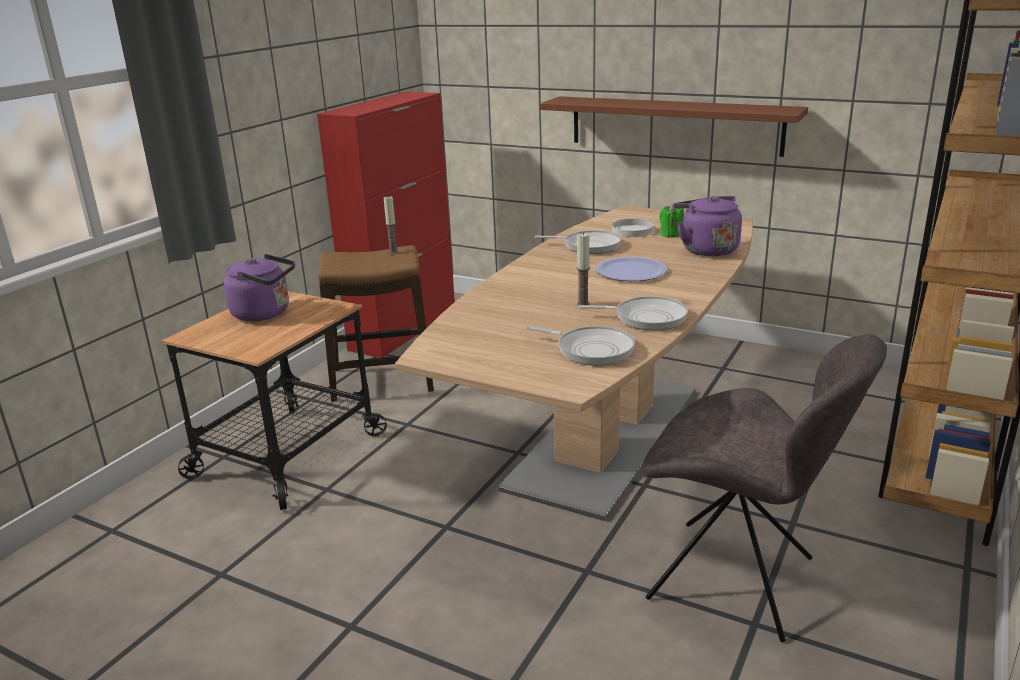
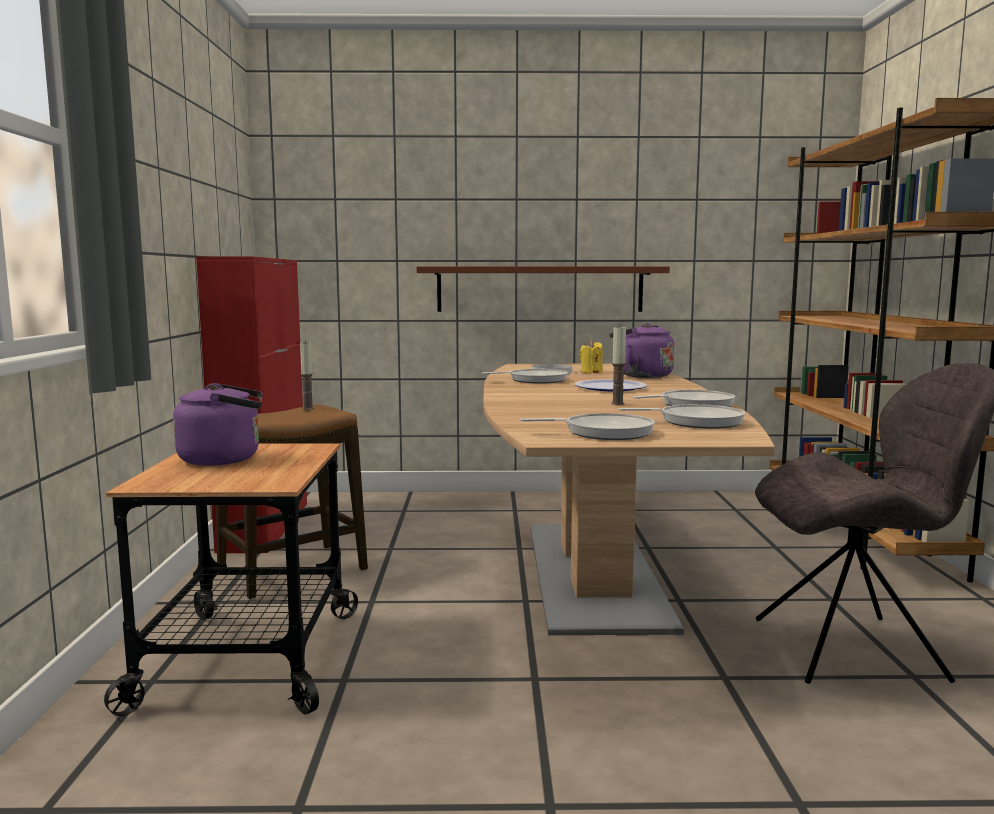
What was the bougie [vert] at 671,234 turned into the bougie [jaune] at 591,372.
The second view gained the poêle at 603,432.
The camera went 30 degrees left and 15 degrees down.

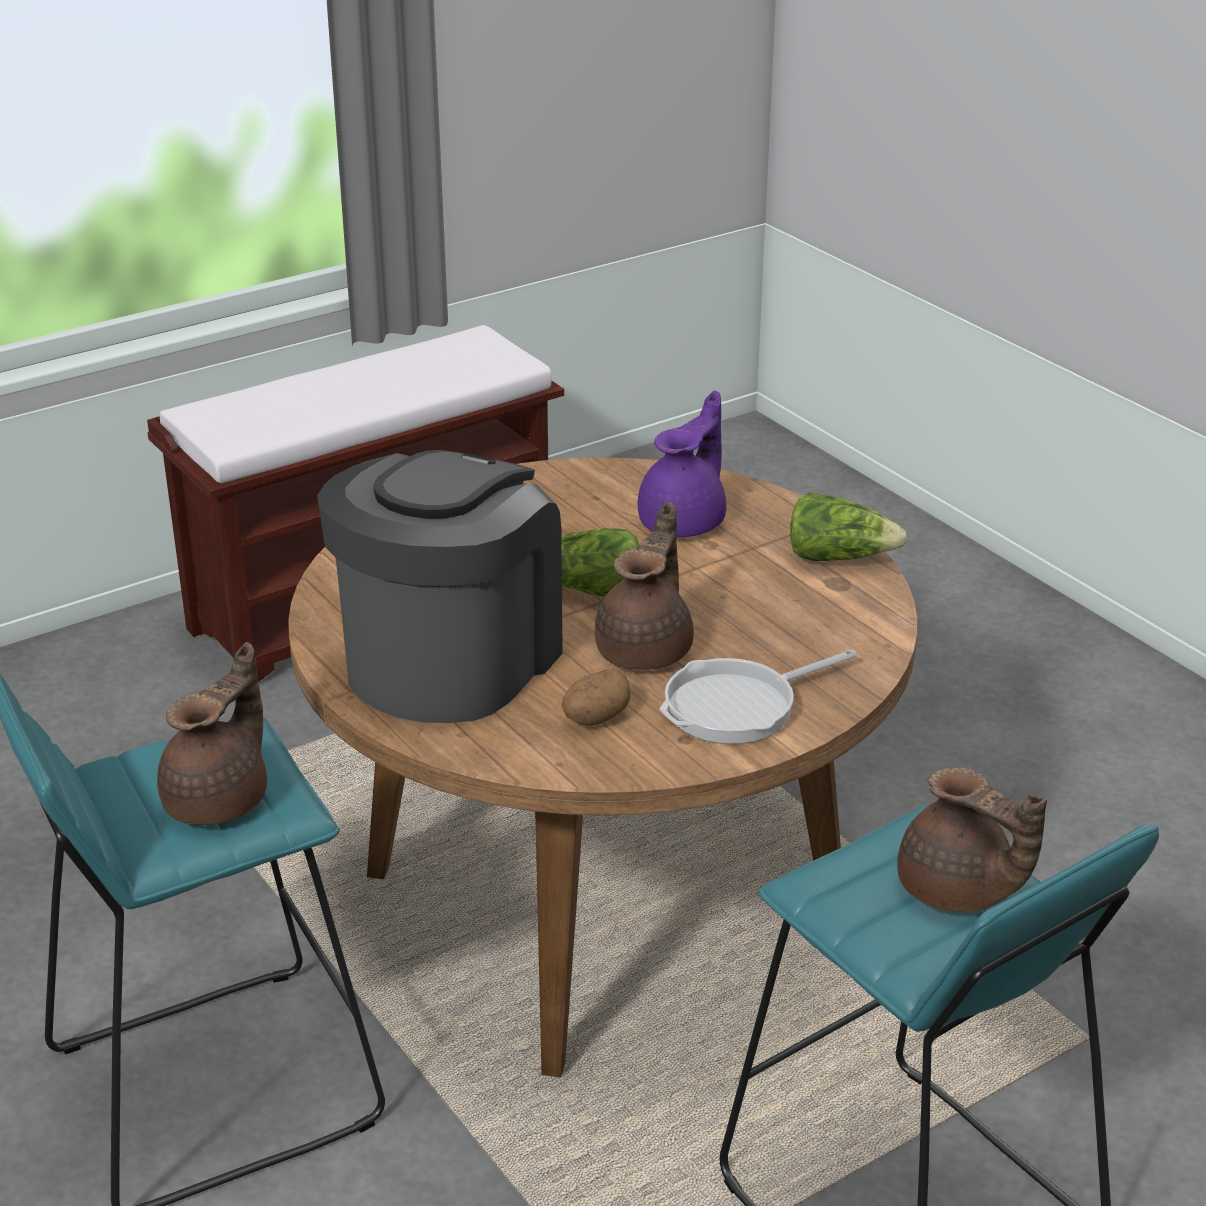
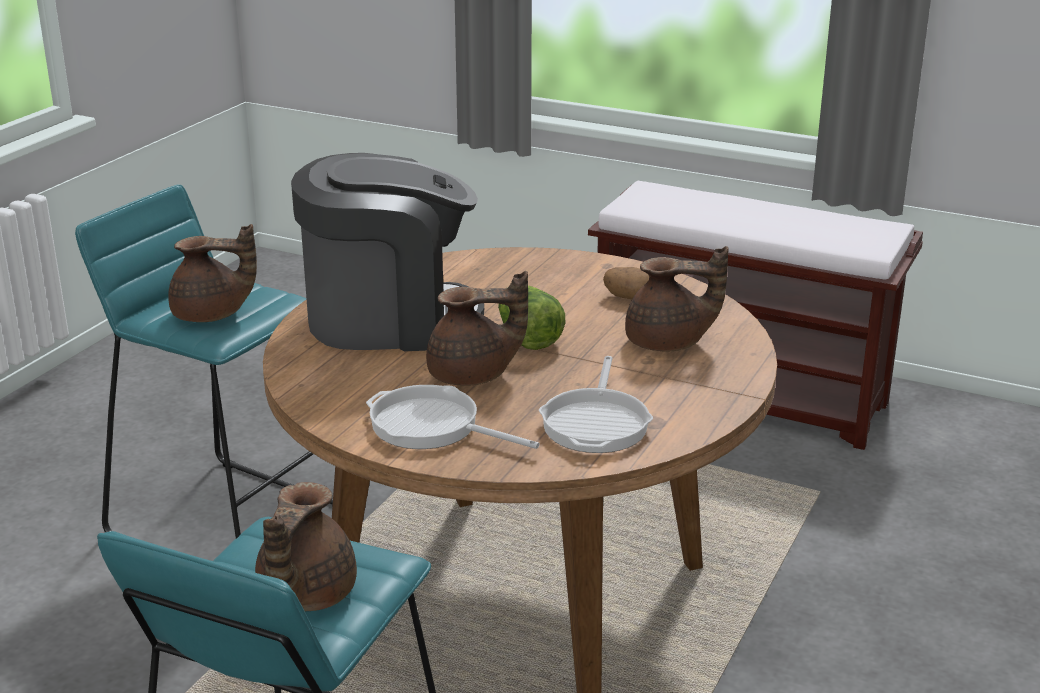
What was the théière [violet] at 685,522 turned into the théière [marron] at 668,343.
The second view lost the laitue at 839,557.
The pomme de terre ended up elsewhere, having gone from 595,718 to 629,297.
The second view gained the poêle at 596,423.
The camera went 60 degrees right and 5 degrees down.

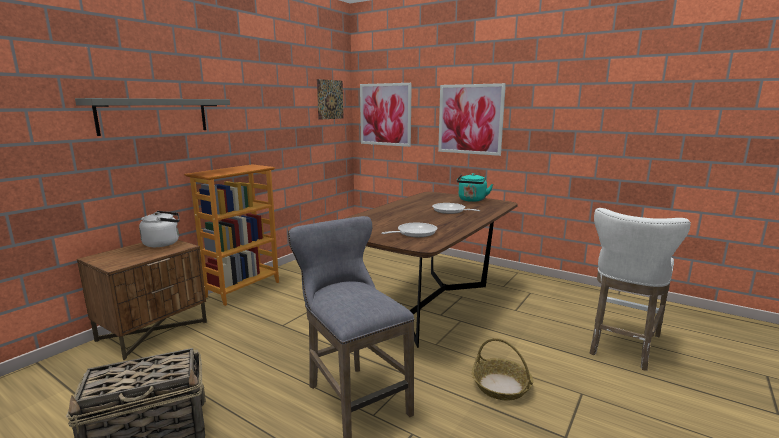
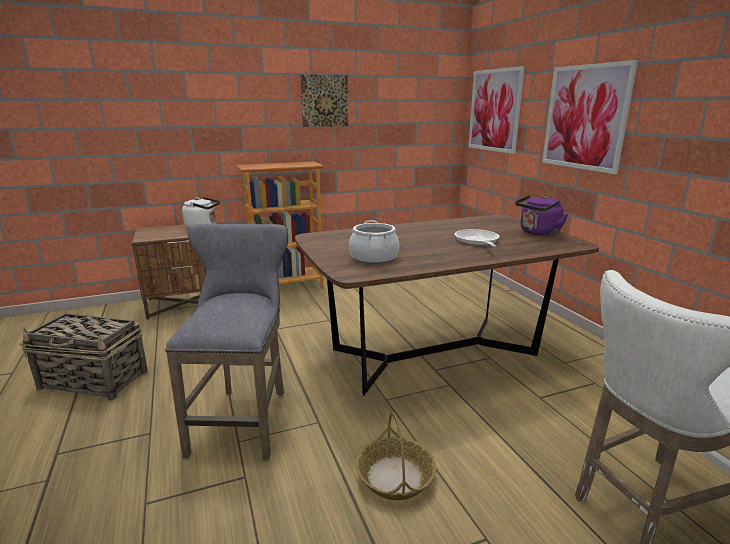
The tableau ended up elsewhere, having gone from 330,99 to 324,101.
The second view lost the étagère [gris] at 154,115.
What was the bouilloire [turquoise] at 472,200 turned into the bouilloire [violet] at 538,233.
Where the poêle stood at 414,233, the marmite came to stand at 373,258.
The camera went 35 degrees right and 5 degrees up.

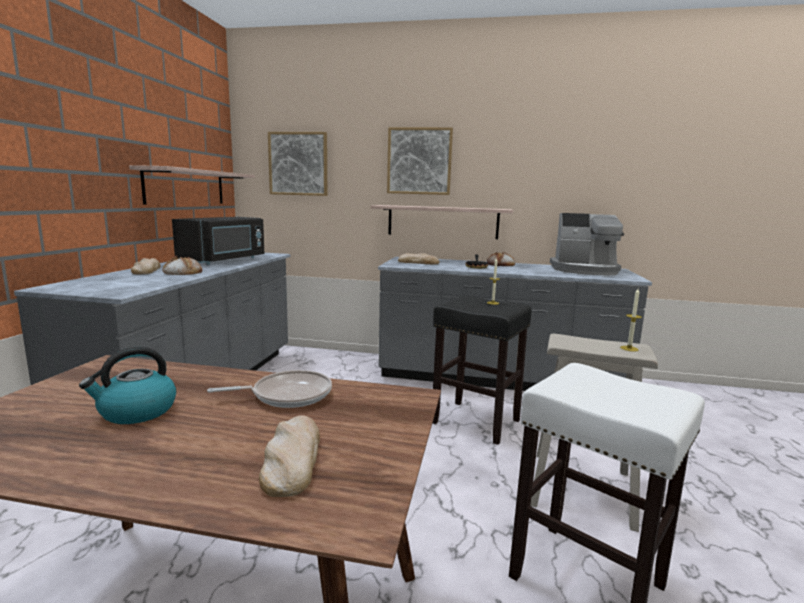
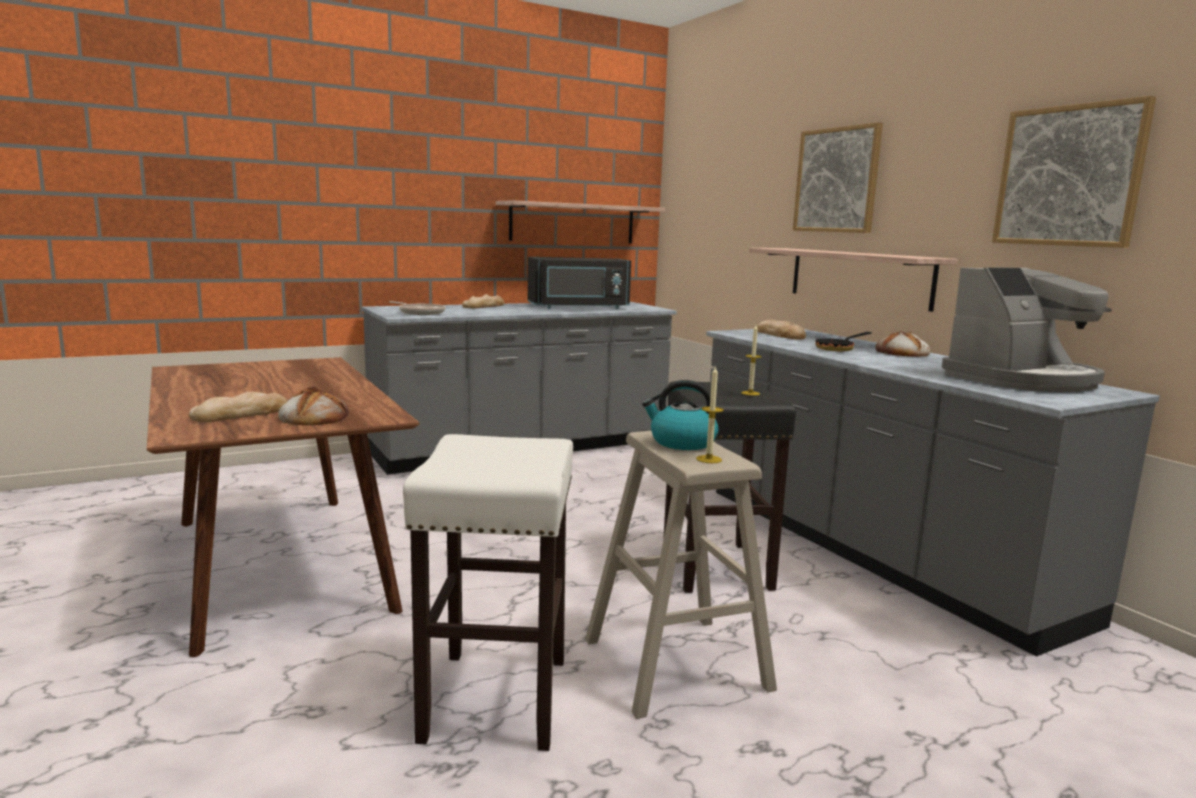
The tableau ended up elsewhere, having gone from 298,164 to 1069,176.
The machine à café at 585,270 ended up facing another way, 90 degrees counterclockwise from before.
The pain ended up elsewhere, having gone from 182,272 to 313,417.
The bouilloire ended up elsewhere, having gone from 136,412 to 681,442.
The poêle ended up elsewhere, having gone from 287,395 to 420,312.
The camera went 50 degrees right and 0 degrees up.

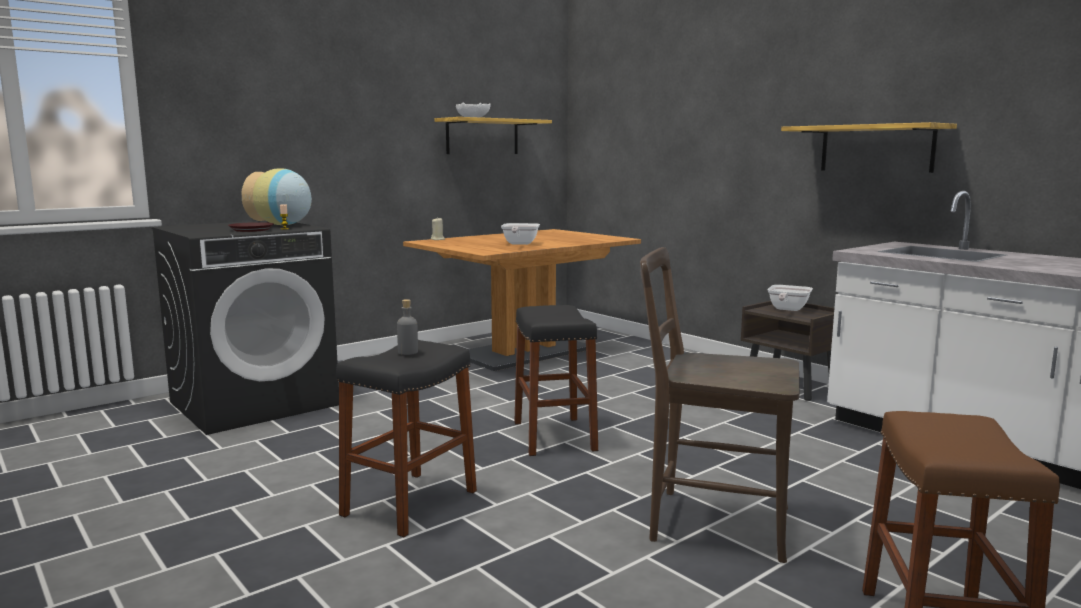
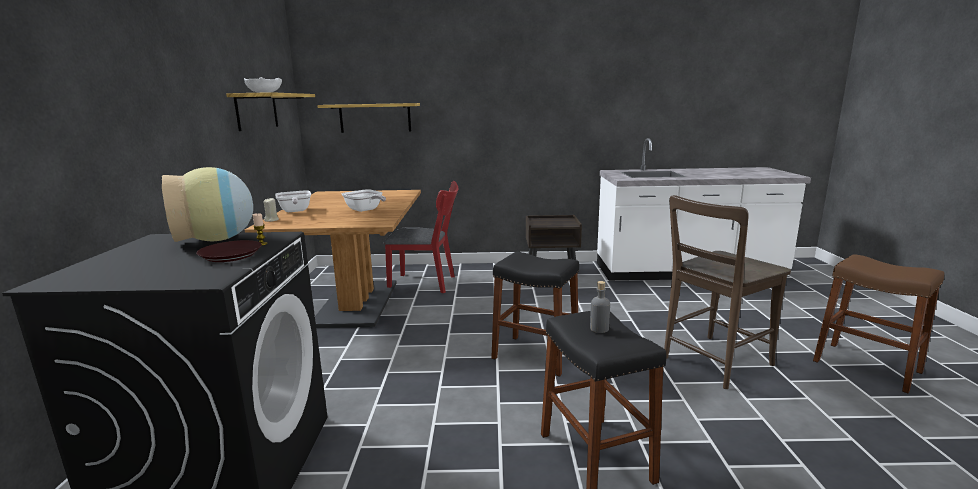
The étagère ended up elsewhere, having gone from 876,148 to 375,118.
The poêle ended up elsewhere, having gone from 787,309 to 295,211.
The second view gained the chaise [rouge] at 427,283.
The camera went 50 degrees left and 5 degrees up.

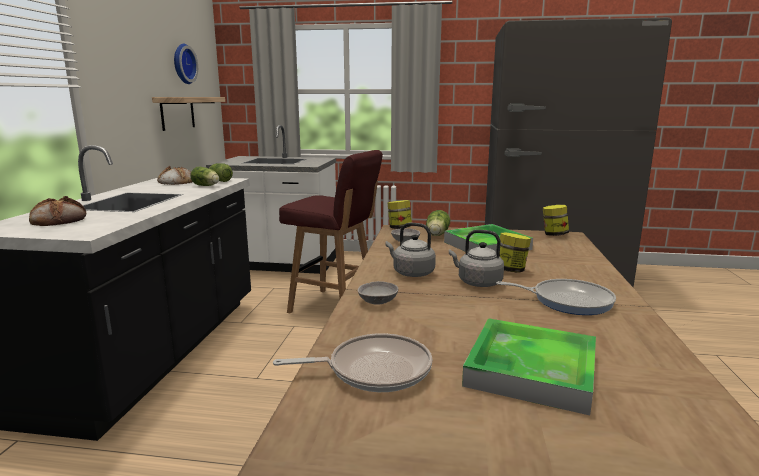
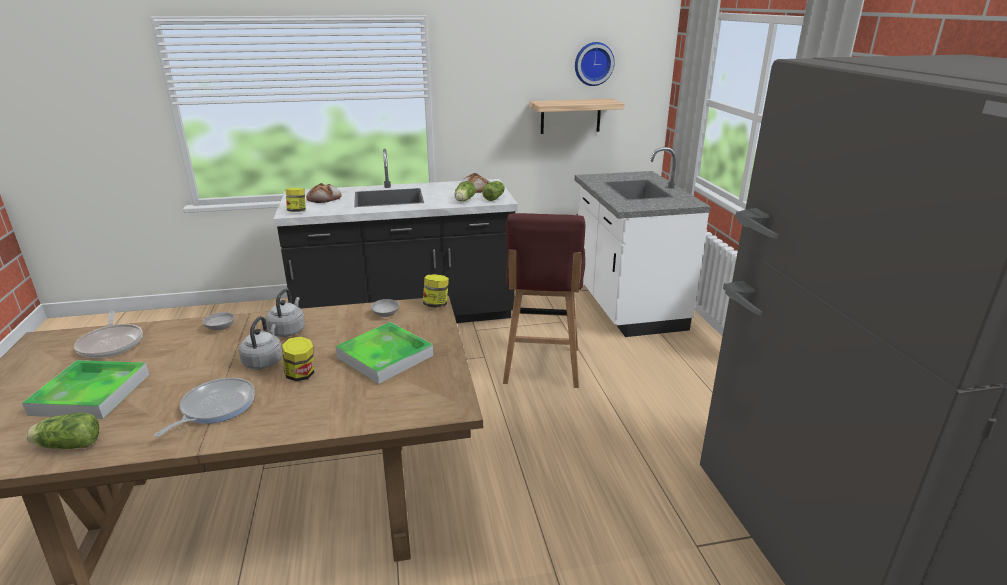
The bocal ended up elsewhere, having gone from 554,234 to 297,211.
The laitue ended up elsewhere, having gone from 436,235 to 67,445.
The poêle at 567,301 ended up facing another way, 150 degrees counterclockwise from before.
The camera went 70 degrees right and 10 degrees up.

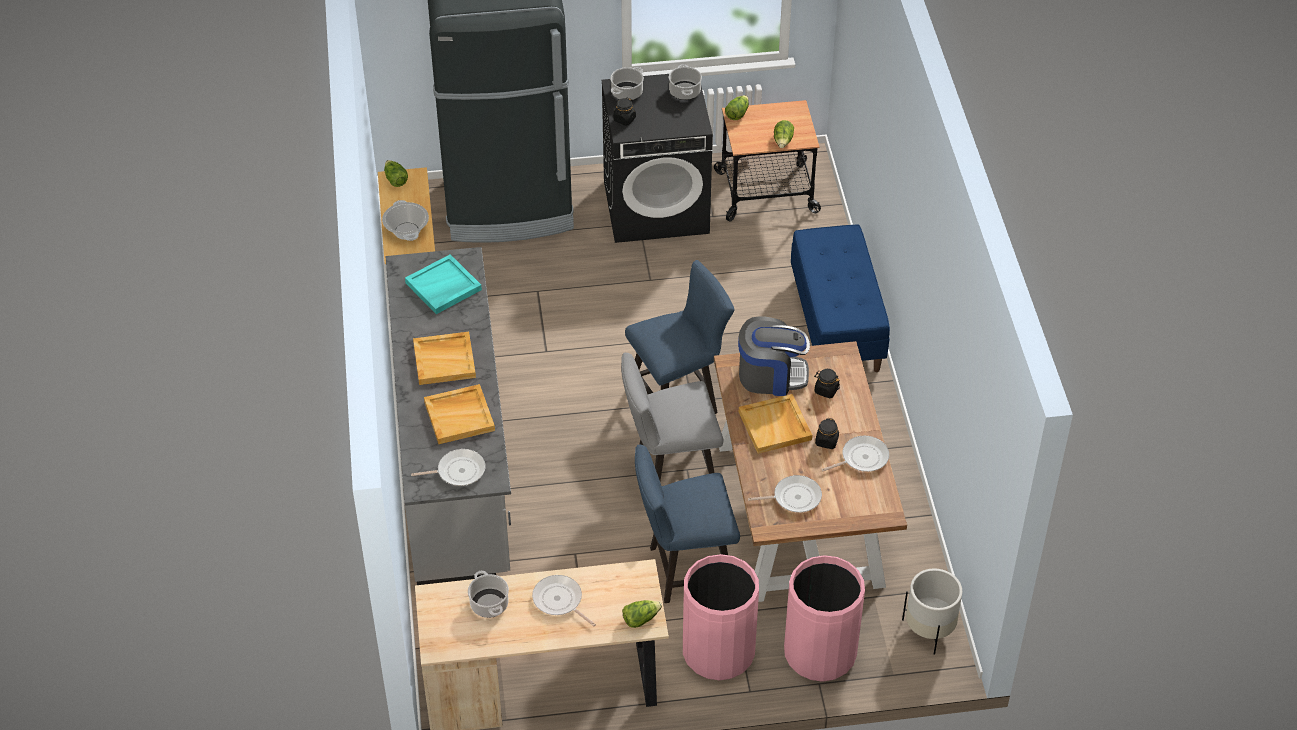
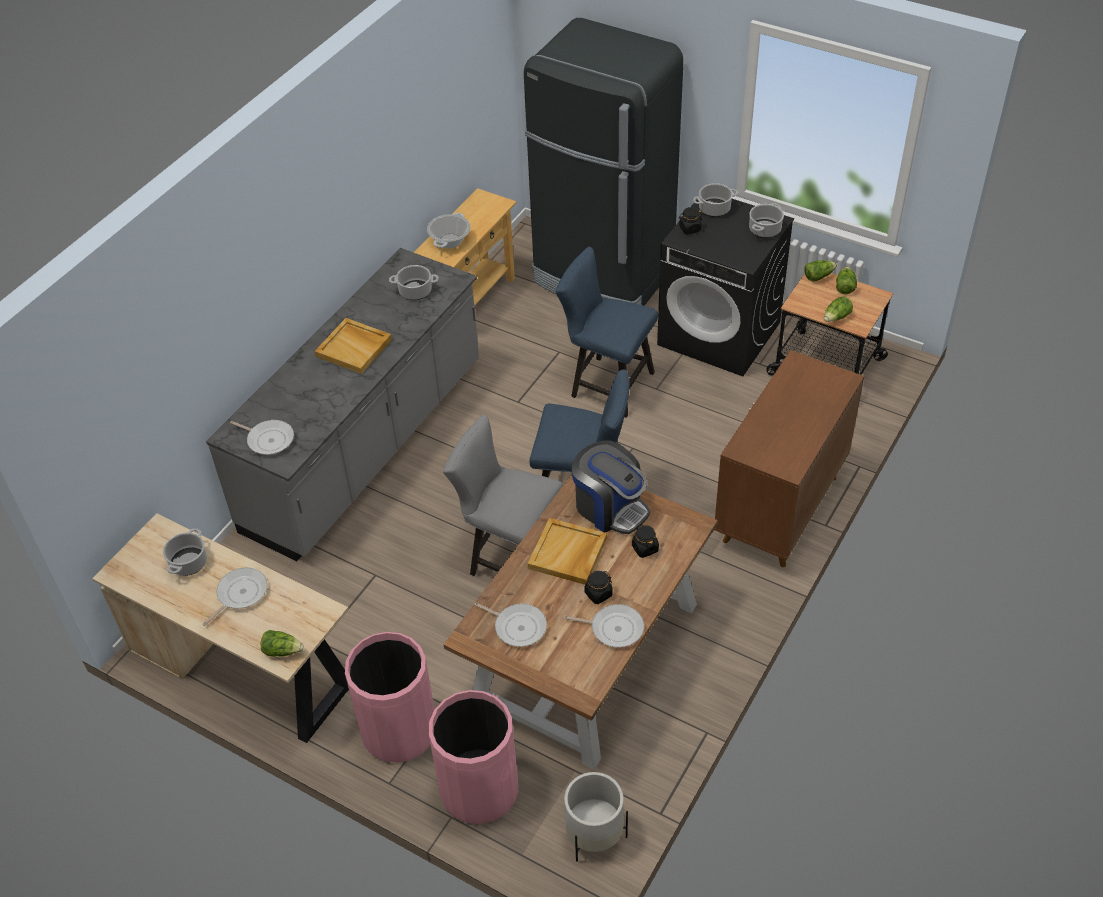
The laitue ended up elsewhere, having gone from 395,179 to 844,287.
Where the banc [bleu] stood at 837,324, the meuble de rangement [marron] came to stand at 780,510.
Where the plateau [turquoise] stood at 443,287, the marmite came to stand at 415,291.
The second view lost the plateau [beige] at 460,416.
The chaise [bleu] ended up elsewhere, having gone from 684,570 to 606,384.
The poêle at 559,601 ended up facing another way, 45 degrees clockwise from before.
The camera went 40 degrees right and 0 degrees up.

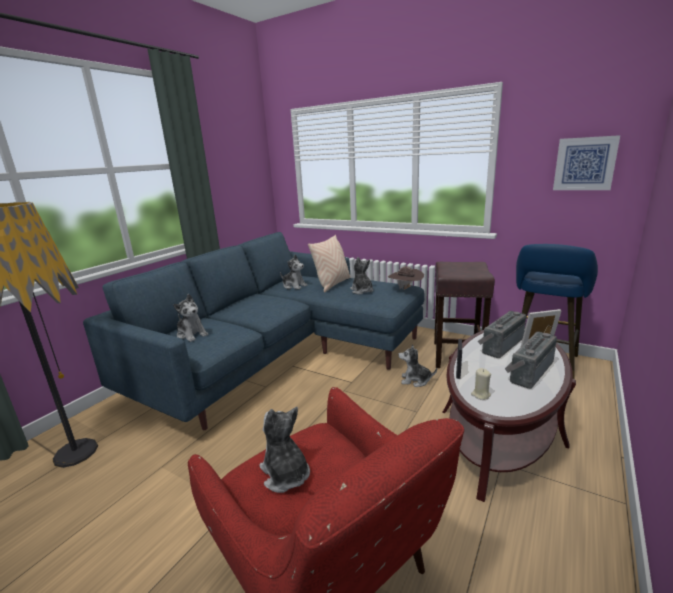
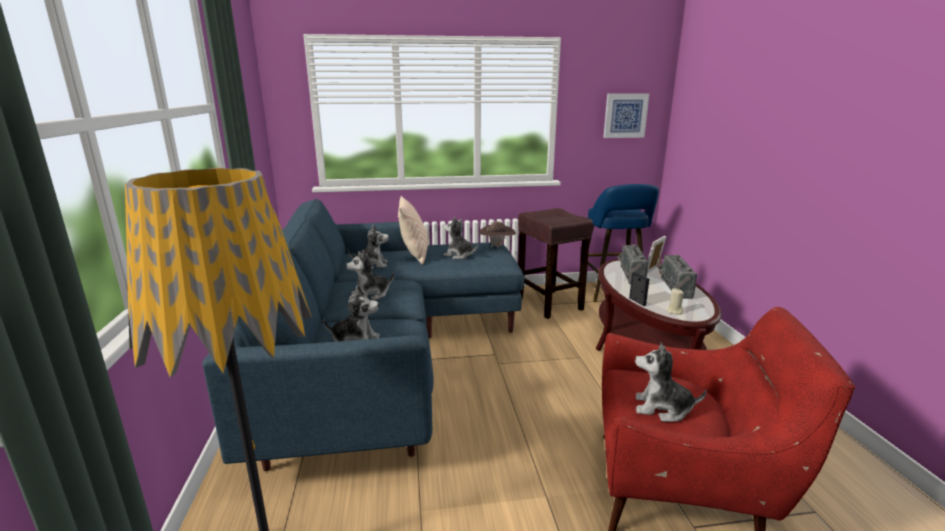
The peluche ended up elsewhere, having gone from 415,380 to 370,295.
The camera went 40 degrees left and 0 degrees up.

